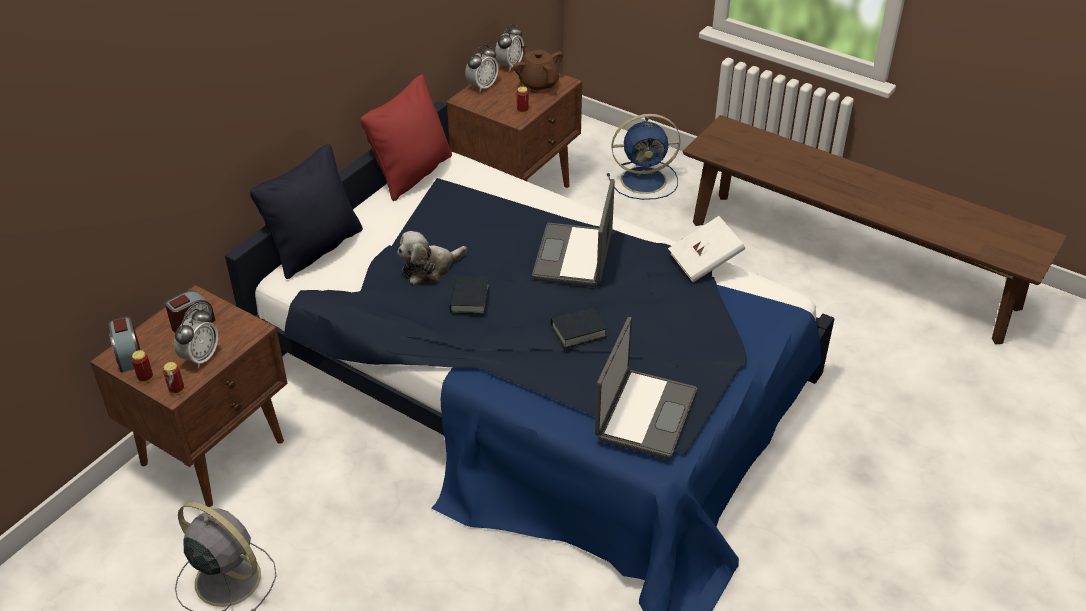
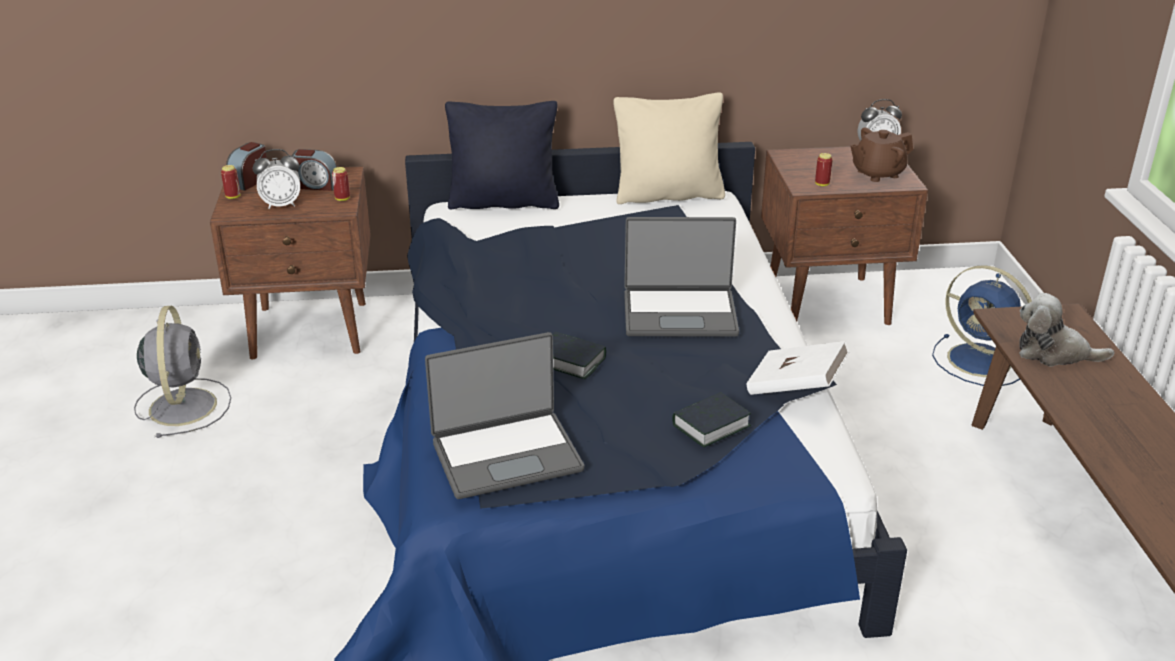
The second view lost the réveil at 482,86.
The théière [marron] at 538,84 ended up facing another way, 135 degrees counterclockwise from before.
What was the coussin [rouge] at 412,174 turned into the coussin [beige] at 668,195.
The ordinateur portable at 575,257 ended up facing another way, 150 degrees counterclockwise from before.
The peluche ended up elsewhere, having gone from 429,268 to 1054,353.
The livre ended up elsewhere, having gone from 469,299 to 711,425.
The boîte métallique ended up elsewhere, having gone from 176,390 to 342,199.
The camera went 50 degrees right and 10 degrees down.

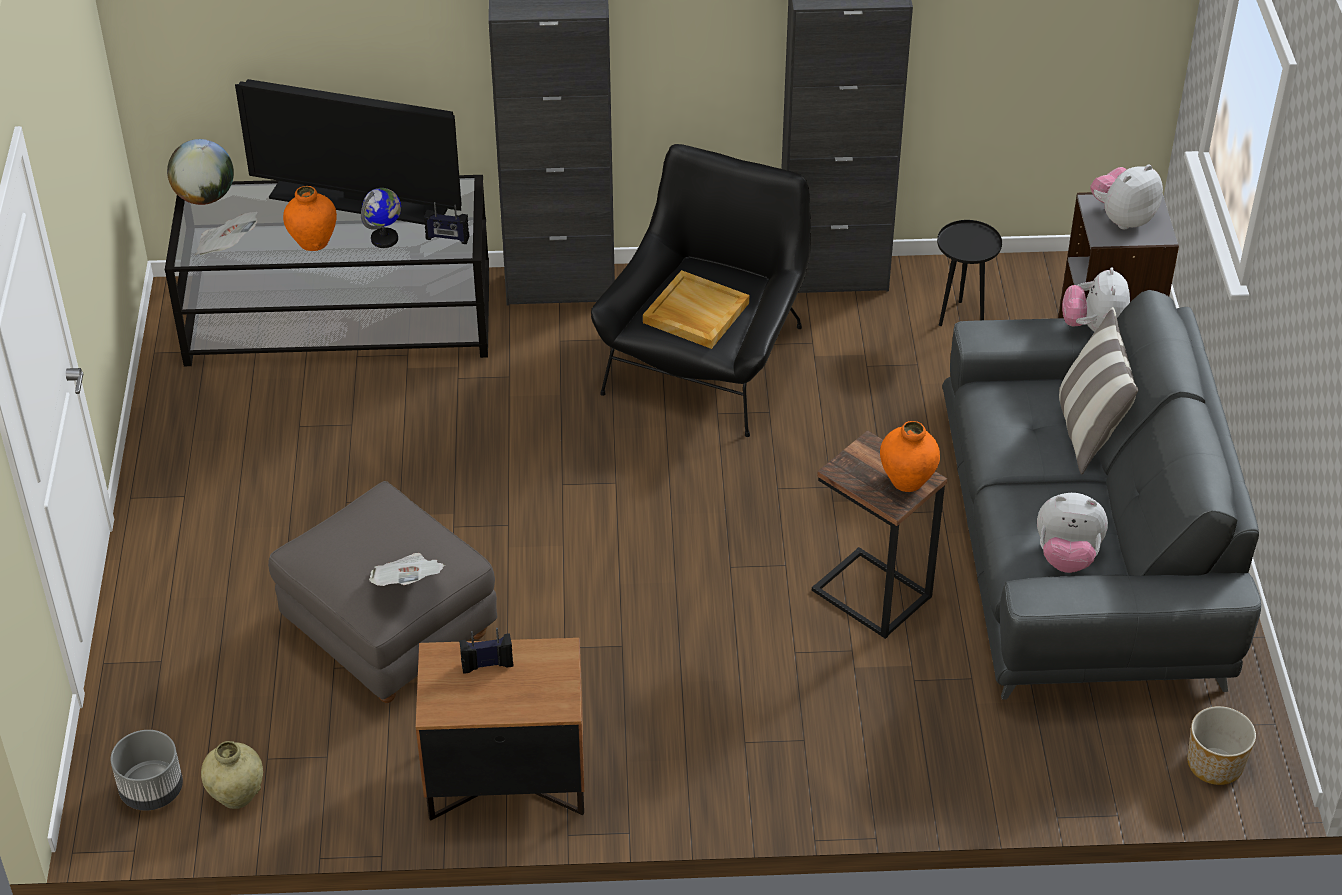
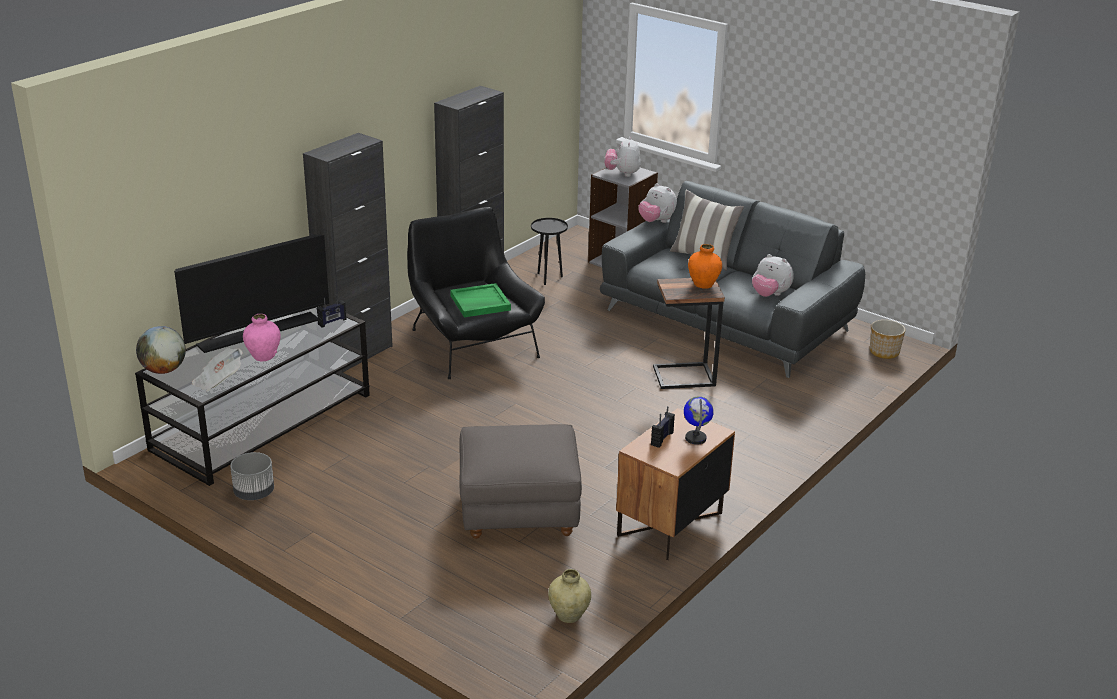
What was the vase [orange] at 313,242 turned into the vase [rose] at 263,356.
The globe ended up elsewhere, having gone from 385,239 to 696,438.
What was the plateau [beige] at 695,313 turned into the plateau [vert] at 480,303.
The peluche at 1067,557 ended up facing another way, 75 degrees clockwise from before.
The second view lost the journal at 408,583.
The cache-pot [gris] ended up elsewhere, having gone from 152,791 to 254,493.
The camera went 50 degrees left and 15 degrees down.

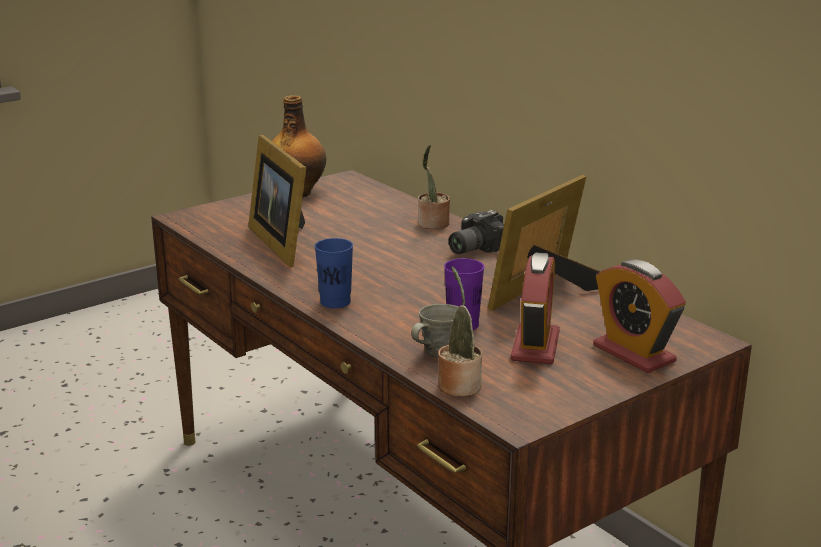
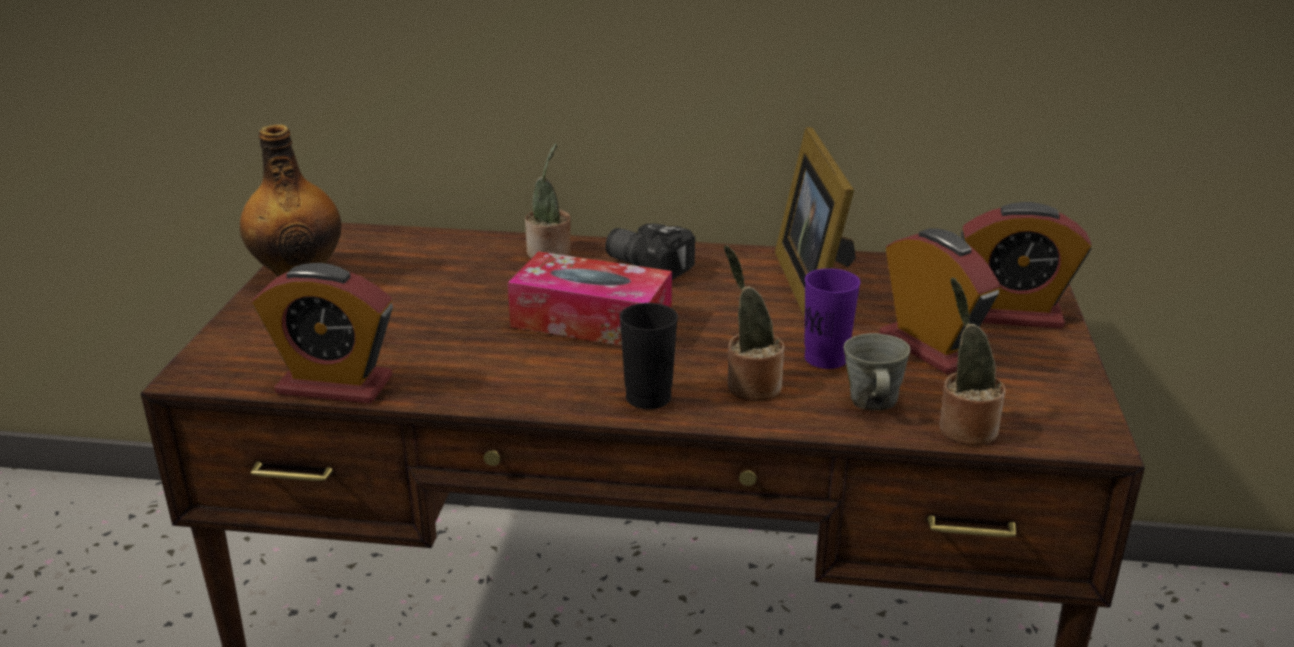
The second view lost the cadre photo at 283,242.
The appareil photo at 472,248 ended up facing another way, 120 degrees clockwise from before.
What was the tasse [bleu] at 335,302 turned into the tasse [noir] at 648,397.
The second view gained the plante en pot at 750,385.
The second view gained the boîte à mouchoirs at 591,321.
The second view gained the réveil at 334,385.
The camera went 45 degrees left and 5 degrees up.

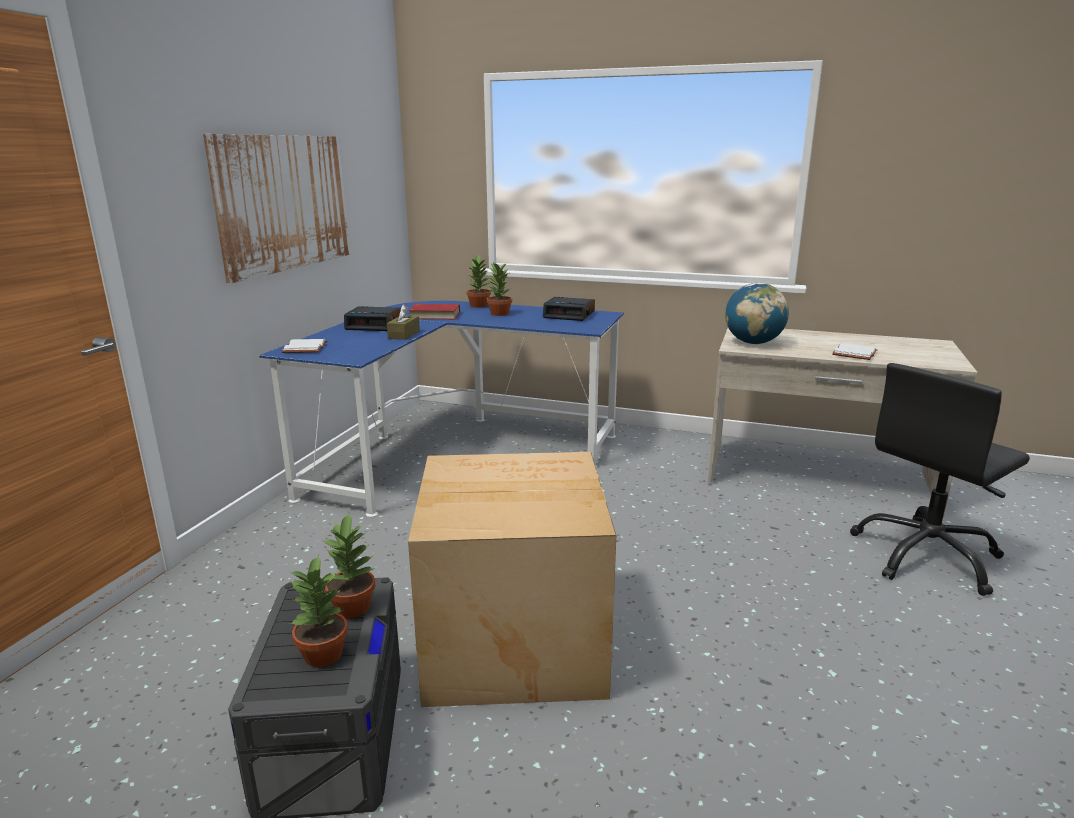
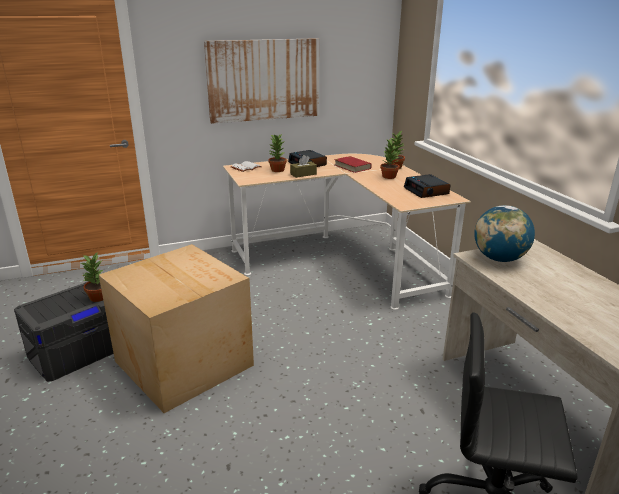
What was the bureau [bleu] at 454,451 turned into the bureau [beige] at 342,261.
The second view lost the livre [blanc] at 855,354.
The plante en pot ended up elsewhere, having gone from 322,655 to 277,170.
The camera went 50 degrees right and 5 degrees up.

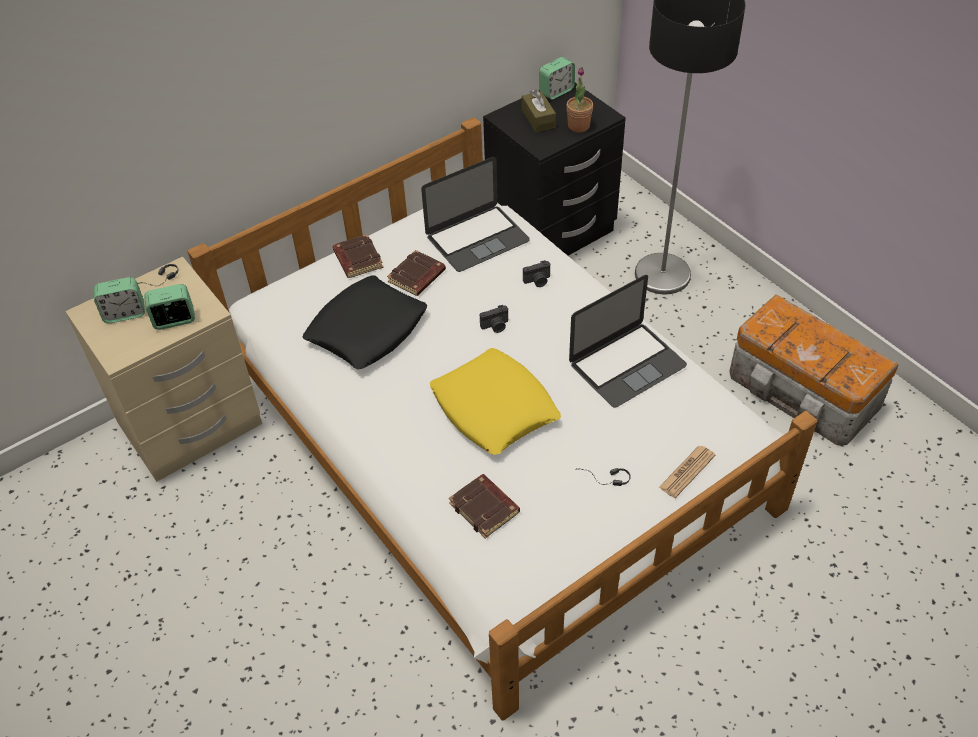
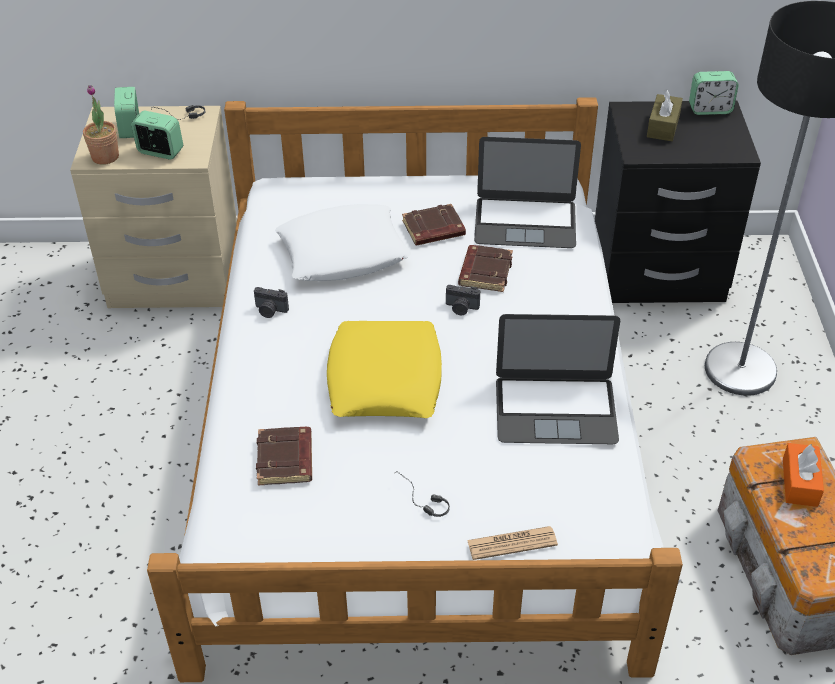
The plante en pot ended up elsewhere, having gone from 578,126 to 105,157.
The livre [marron] ended up elsewhere, having gone from 357,259 to 484,272.
The appareil photo ended up elsewhere, having gone from 538,281 to 270,311.
What was the coussin [noir] at 367,329 turned into the coussin [blanc] at 343,252.
The réveil at 125,313 ended up facing another way, 60 degrees clockwise from before.
The second view gained the boîte à mouchoirs [orange] at 799,482.
The camera went 35 degrees right and 5 degrees down.

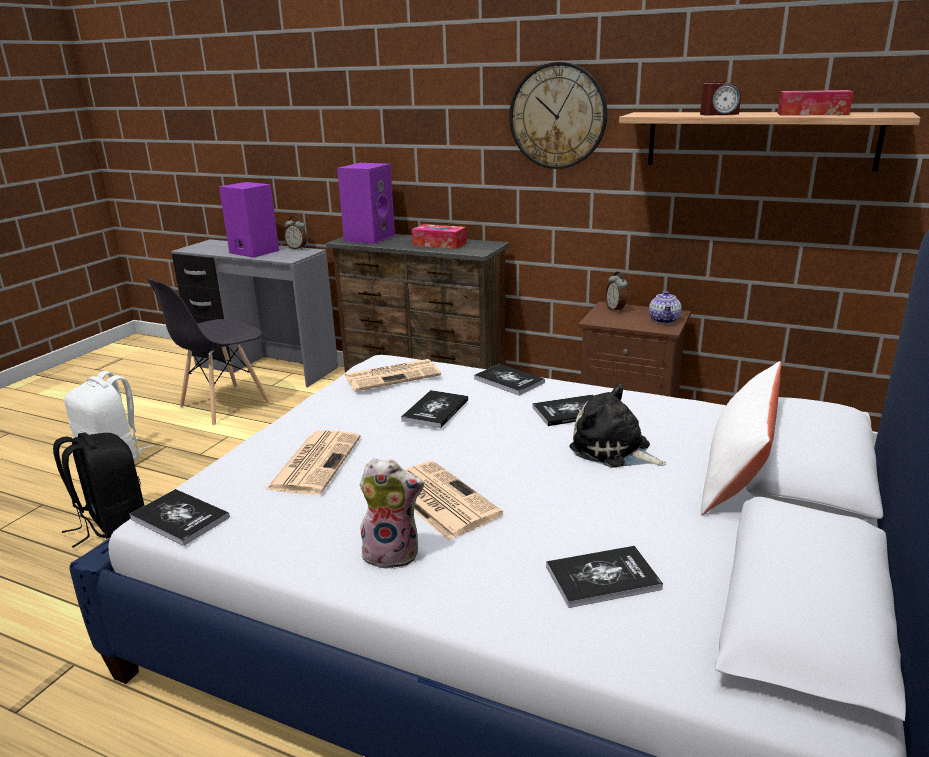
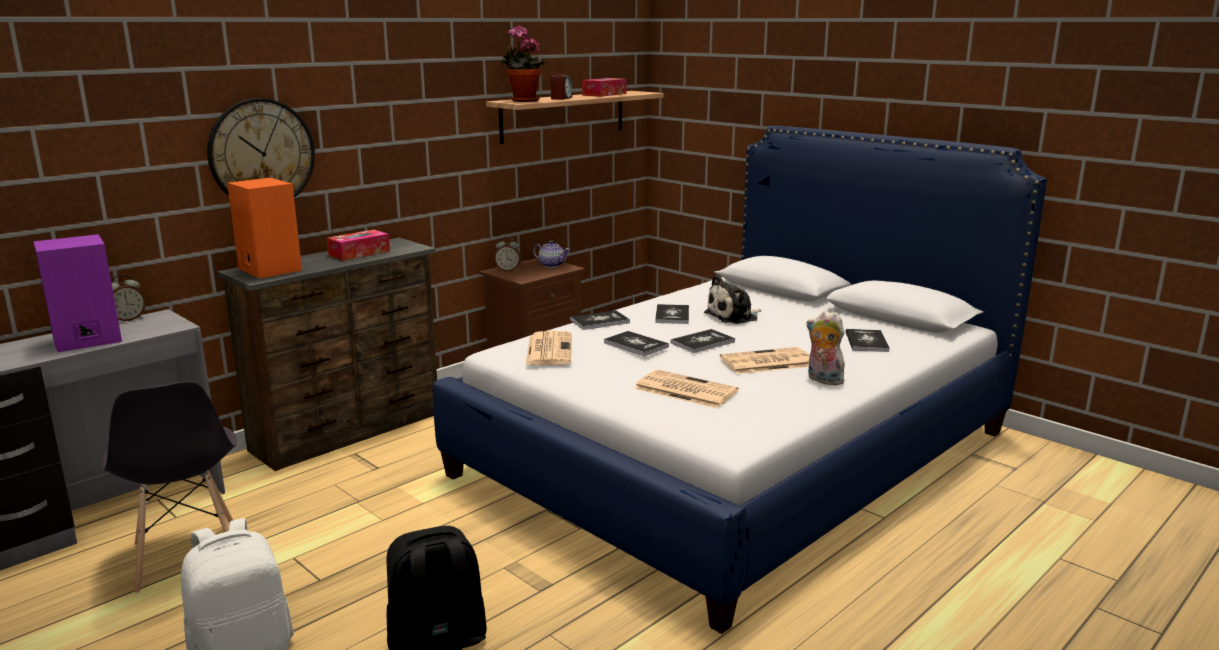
The horloge murale ended up elsewhere, having gone from 558,116 to 261,153.
What was the enceinte [violet] at 369,237 turned into the enceinte [orange] at 268,269.
The second view lost the coussin [blanc] at 738,470.
The peluche at 393,553 ended up facing another way, 75 degrees counterclockwise from before.
The livre ended up elsewhere, having gone from 180,518 to 702,342.
The second view gained the plante en pot at 522,101.
The camera went 70 degrees left and 5 degrees down.

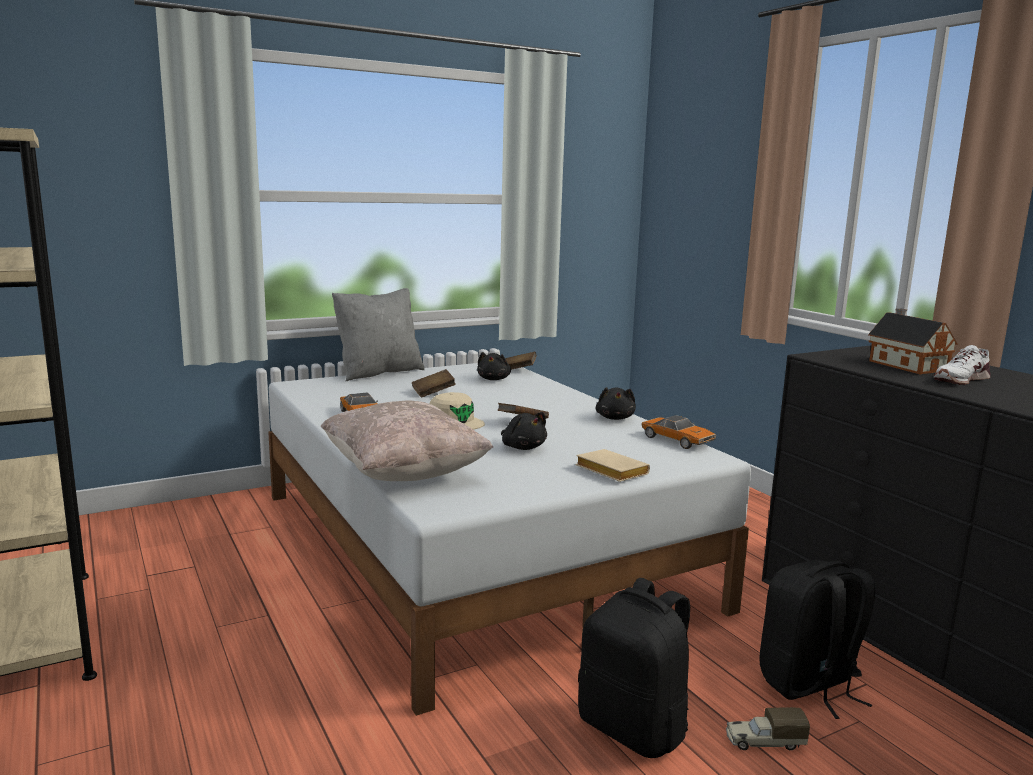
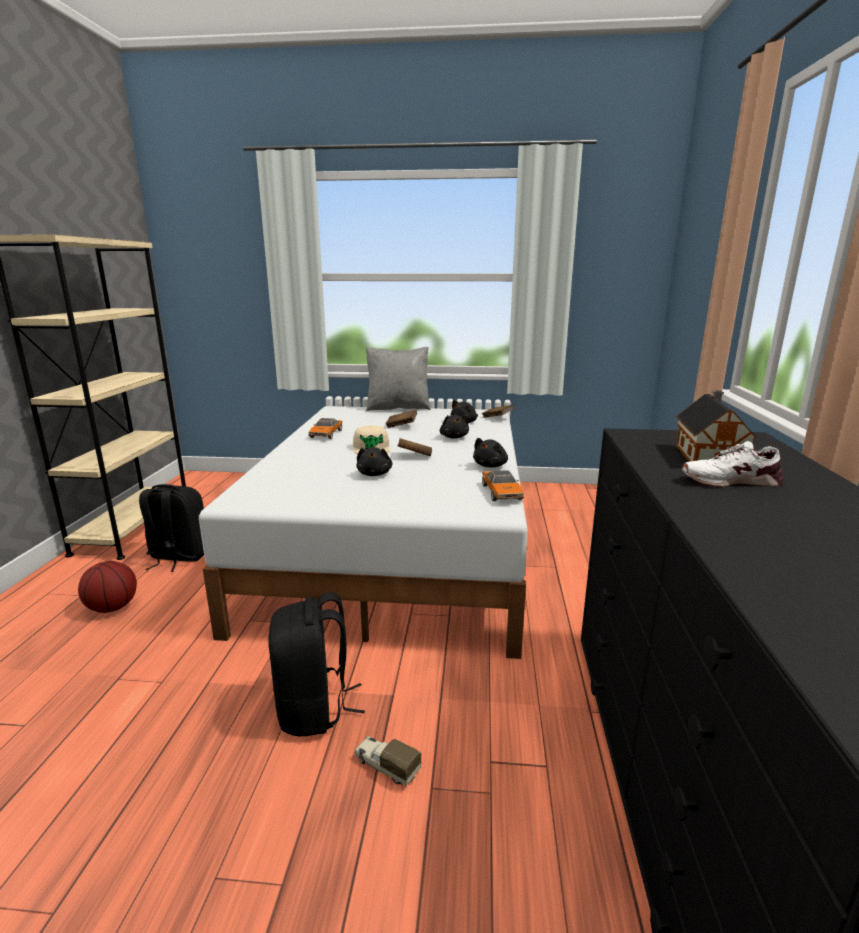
The second view lost the coussin [beige] at 404,474.
The second view lost the livre [beige] at 609,471.
The sac à dos [noir] ended up elsewhere, having gone from 809,685 to 178,557.
The second view gained the peluche [noir] at 454,437.
The second view gained the ballon de basket at 112,608.
The camera went 35 degrees right and 5 degrees up.

